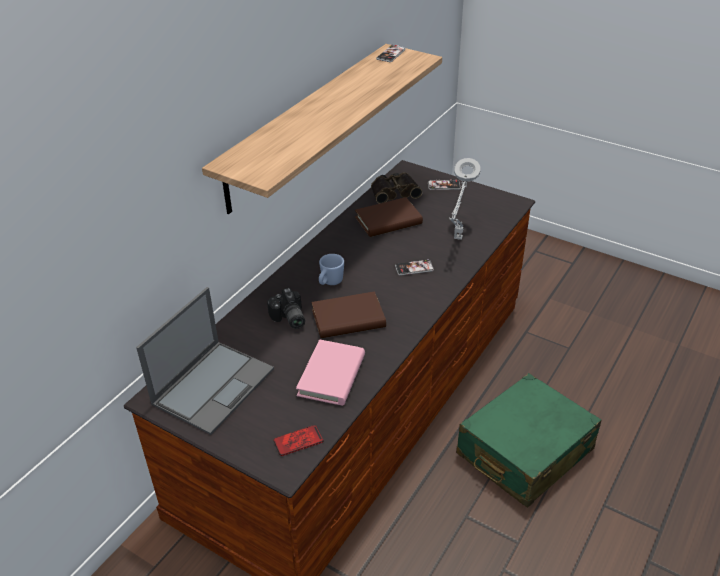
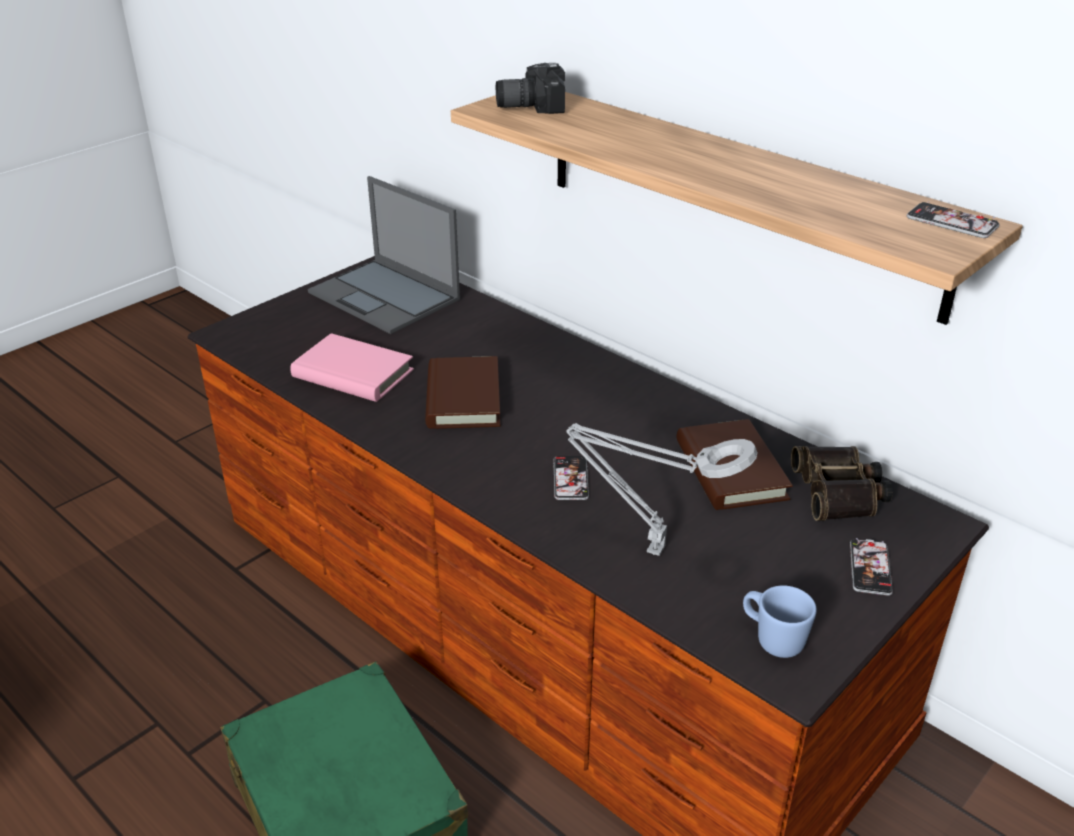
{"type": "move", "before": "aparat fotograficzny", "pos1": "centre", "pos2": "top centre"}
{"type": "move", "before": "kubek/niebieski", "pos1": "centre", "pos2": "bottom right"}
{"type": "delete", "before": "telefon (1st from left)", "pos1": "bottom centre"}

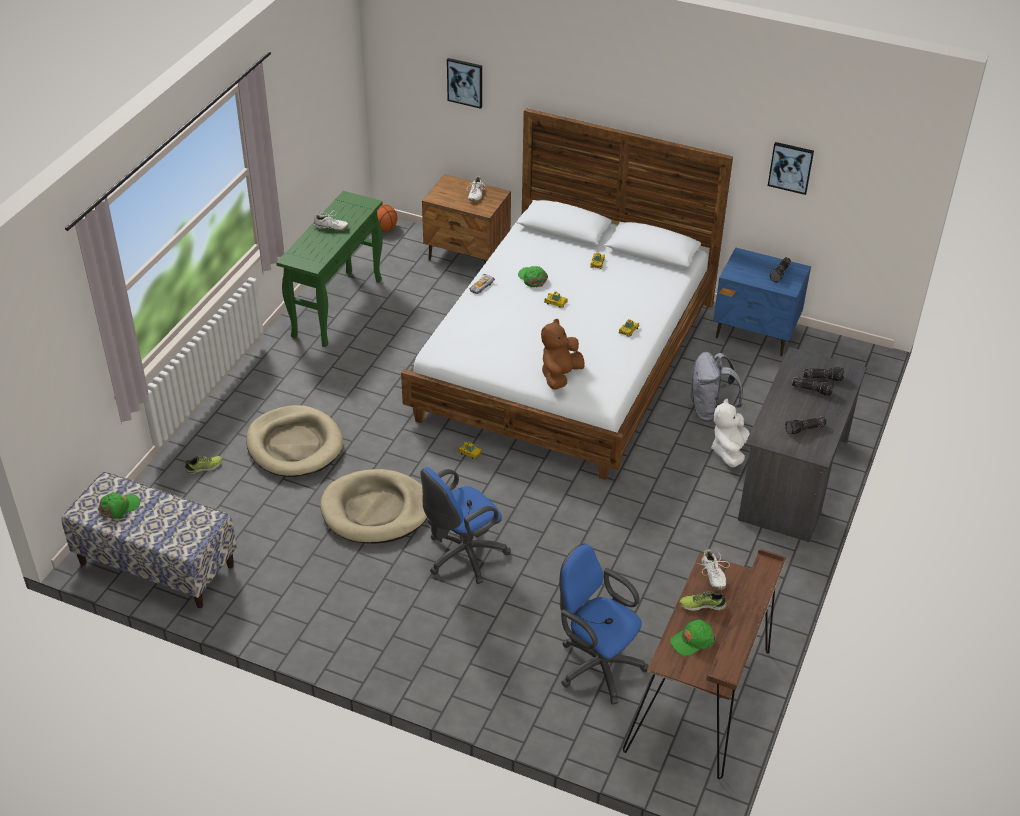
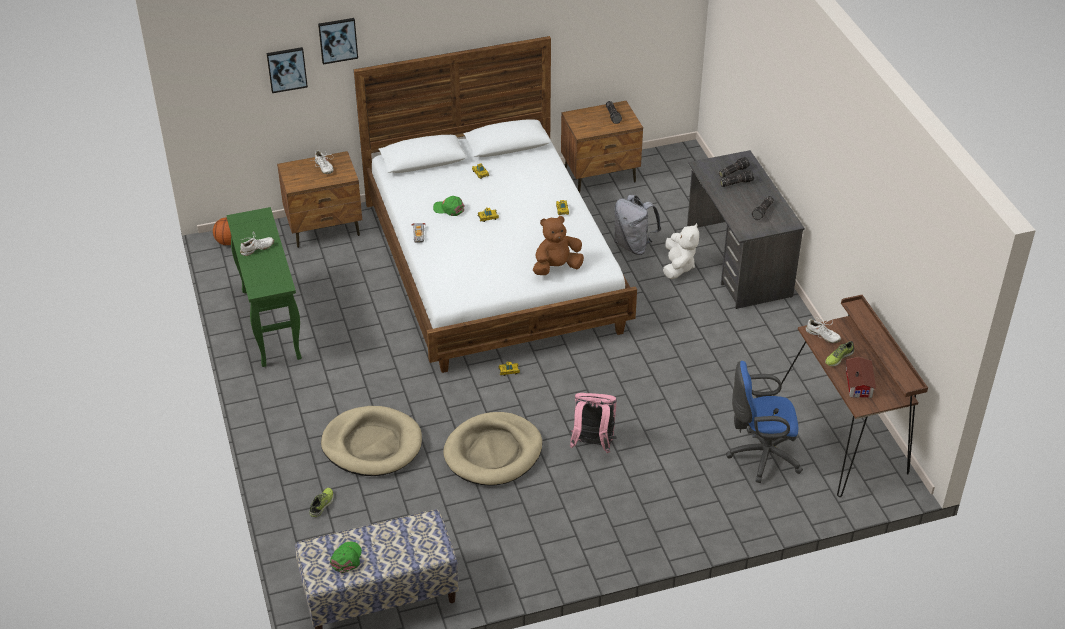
{"type": "move", "before": "obraz (2nd from left)", "pos1": "top right", "pos2": "top left"}
{"type": "rotate", "before": "pluszak/brązowy", "pos1": "centre", "pos2": "centre", "turn": 75}
{"type": "recolor", "before": "szafka nocna/niebieski", "after": "szafka nocna/brązowy (2nd from left)", "pos1": "middle right", "pos2": "top centre"}
{"type": "replace", "before": "krzesło biurowe/niebieski (1st from left)", "after": "plecak/różowy", "pos1": "centre", "pos2": "bottom centre"}
{"type": "rotate", "before": "pluszak/biały", "pos1": "middle right", "pos2": "centre", "turn": -150}
{"type": "replace", "before": "czapka z daszkiem/zielony (3rd from left)", "after": "domek", "pos1": "bottom right", "pos2": "middle right"}

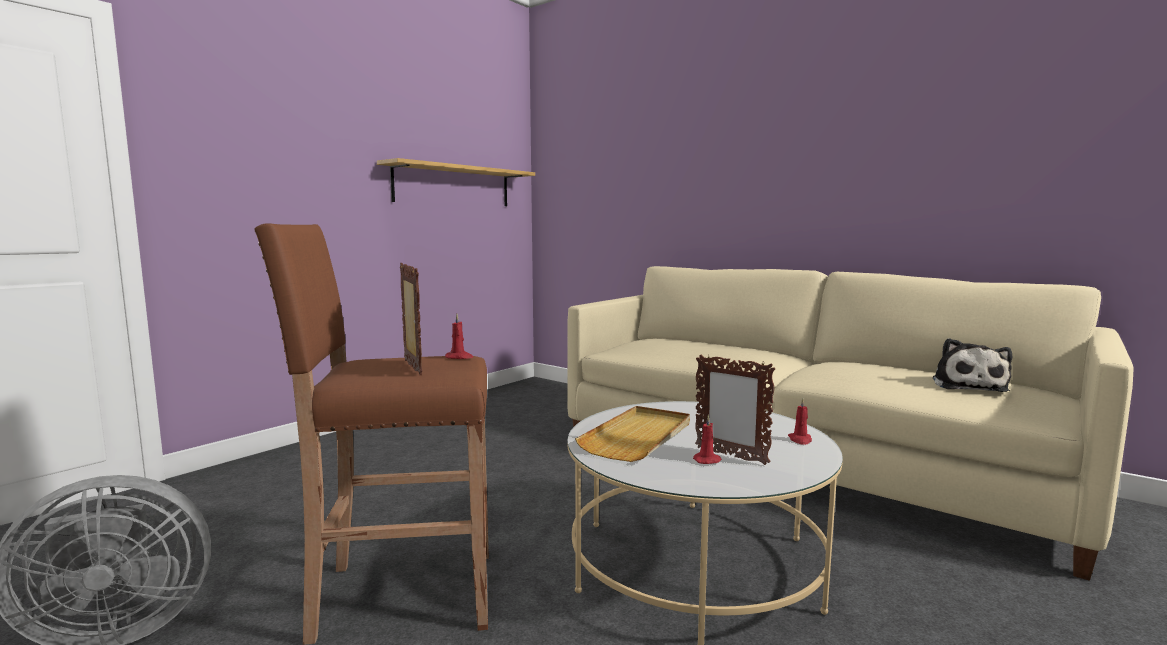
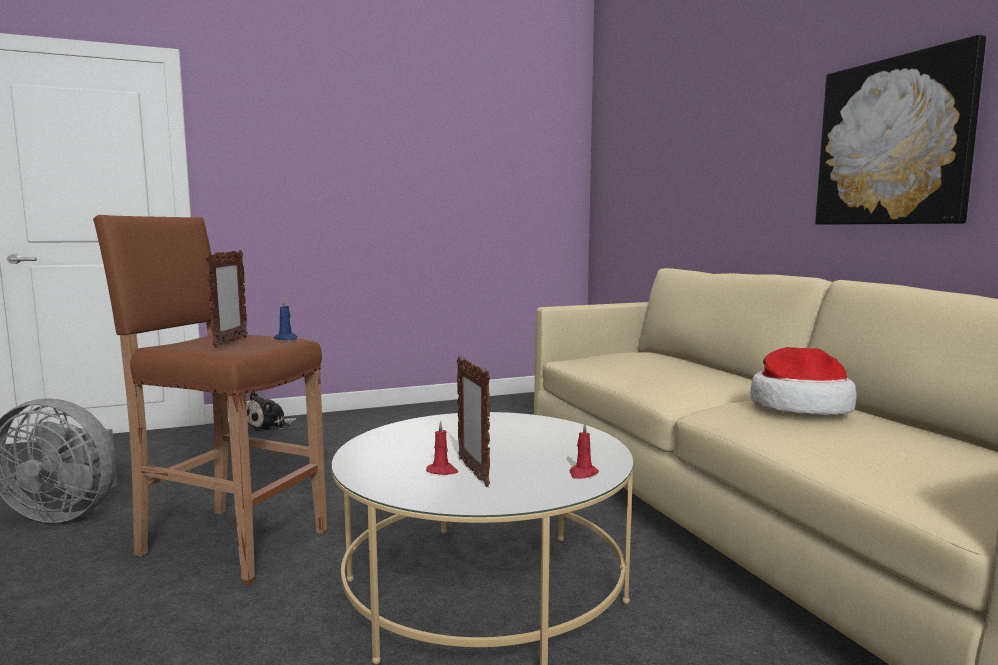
{"type": "move", "before": "pluszak", "pos1": "middle right", "pos2": "middle left"}
{"type": "recolor", "before": "świeca/czerwony (1st from left)", "after": "świeca/niebieski", "pos1": "centre", "pos2": "middle left"}
{"type": "insert", "after": "kapelusz", "pos2": "middle right"}
{"type": "insert", "after": "obraz", "pos2": "top right"}
{"type": "delete", "before": "półka", "pos1": "top centre"}
{"type": "delete", "before": "taca/beżowy", "pos1": "bottom centre"}

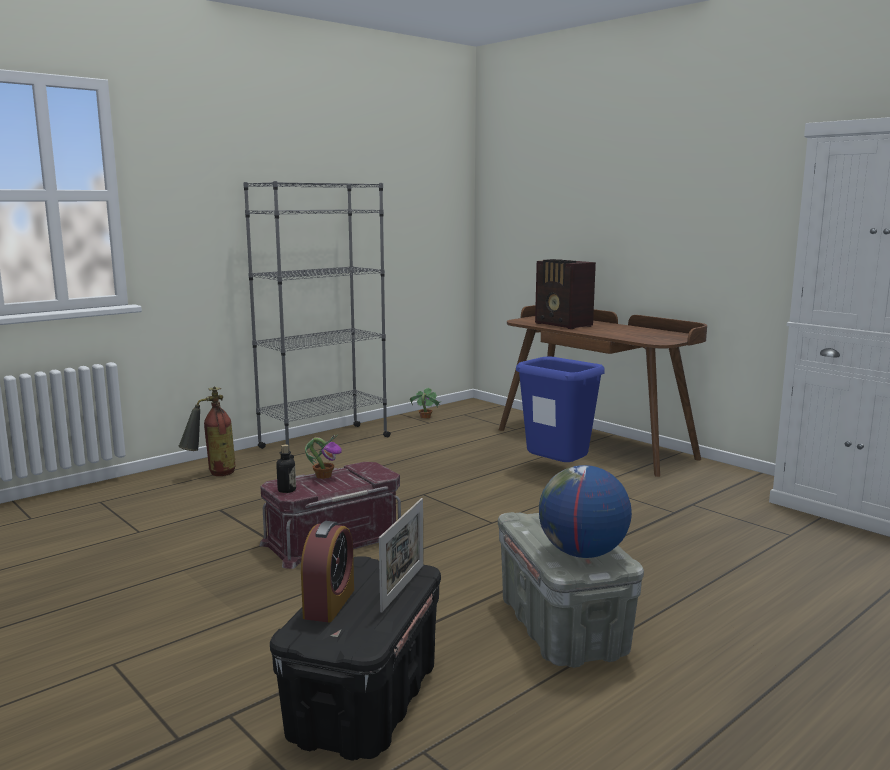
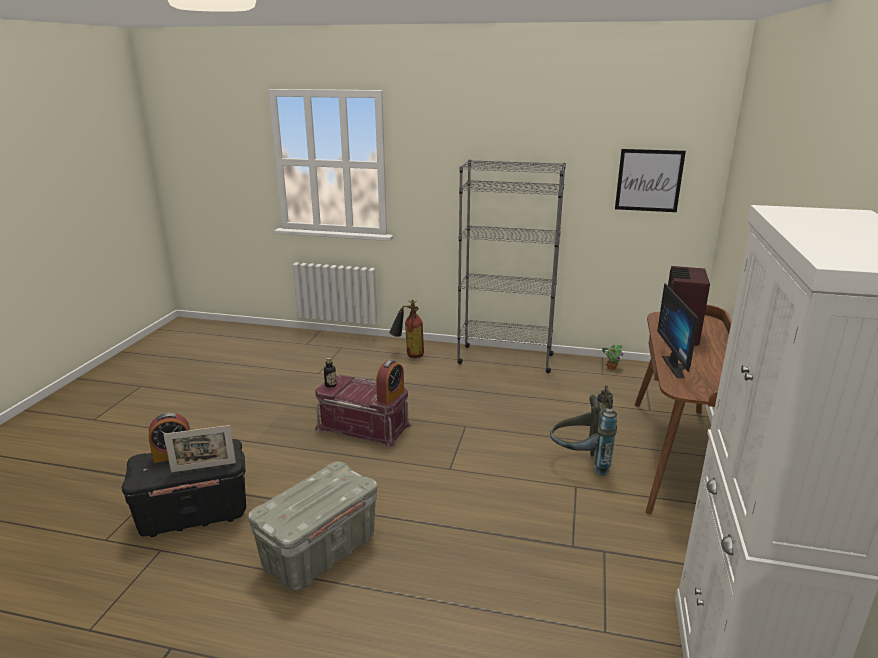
{"type": "insert", "after": "budzik (2nd from left)", "pos2": "centre"}
{"type": "replace", "before": "kosz na śmieci/niebieski", "after": "plecak/szary", "pos1": "centre", "pos2": "centre"}
{"type": "insert", "after": "obraz", "pos2": "top right"}
{"type": "insert", "after": "monitor", "pos2": "middle right"}
{"type": "delete", "before": "roślina doniczkowa (1st from left)", "pos1": "centre"}
{"type": "delete", "before": "globus", "pos1": "centre"}

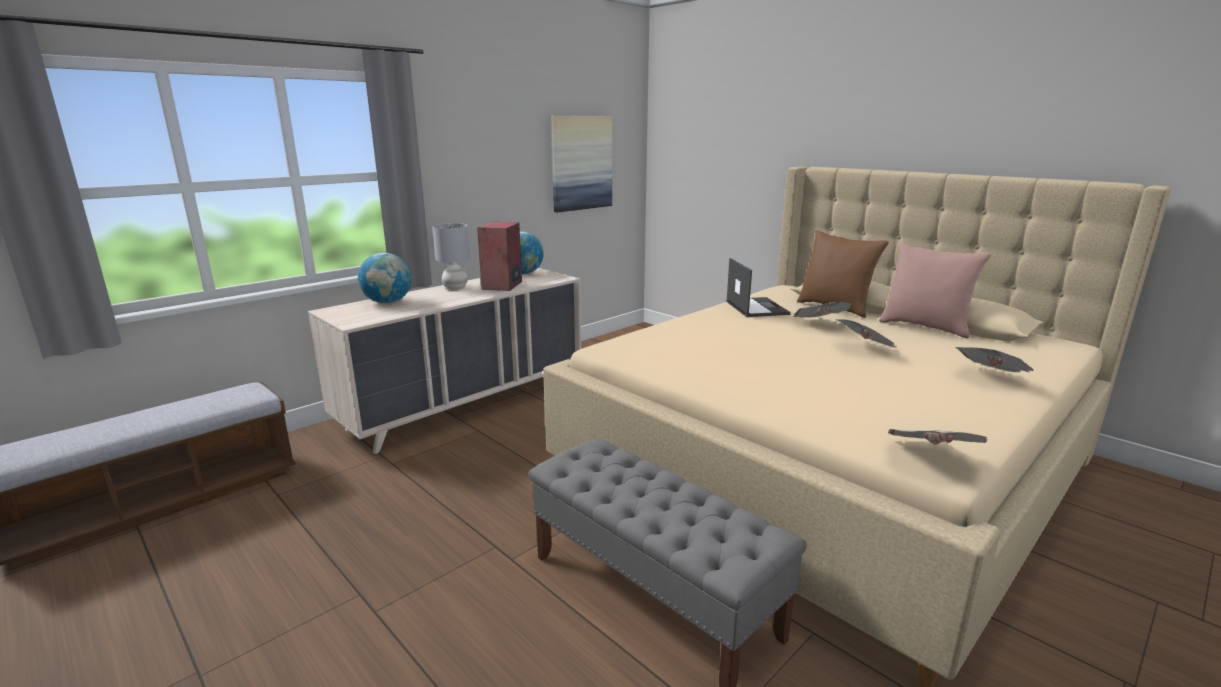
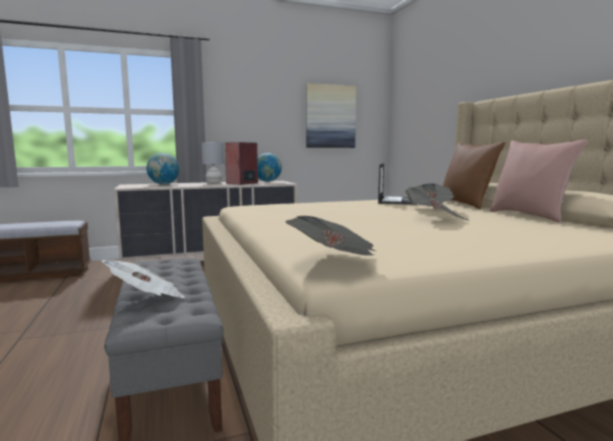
{"type": "move", "before": "gazeta (4th from left in the first image)", "after": "gazeta (1st from left)", "pos1": "middle right", "pos2": "middle left"}

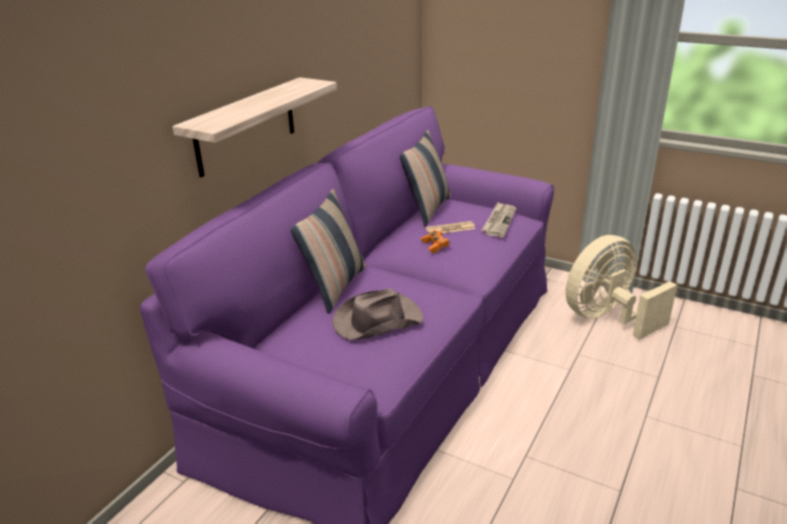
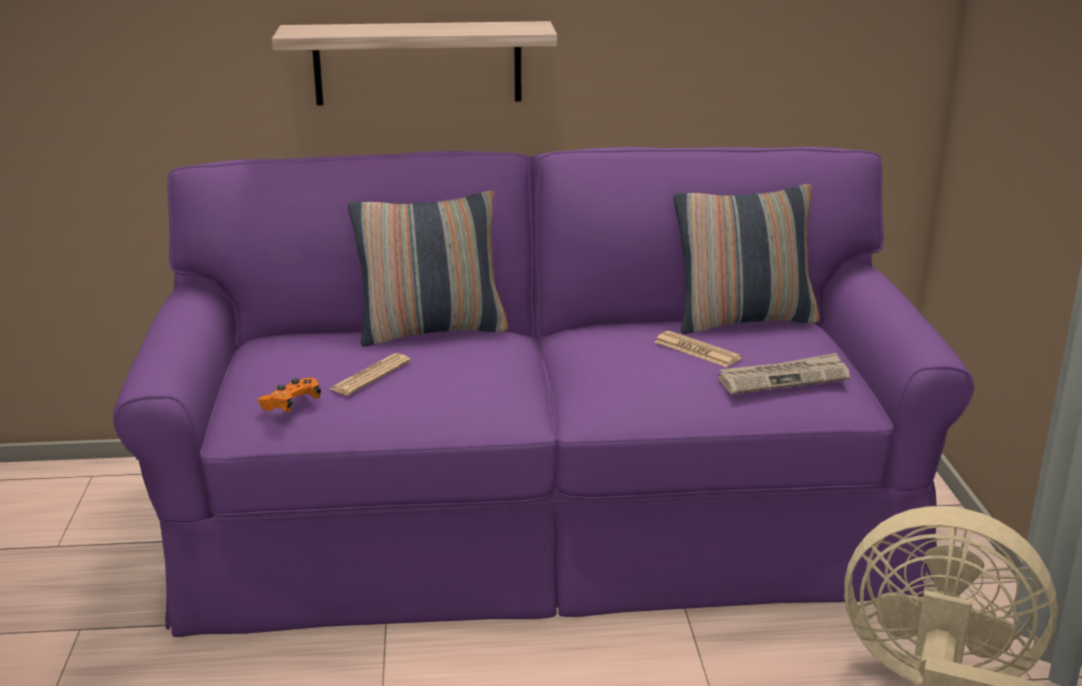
{"type": "move", "before": "pad do gier/pomarańczowy", "pos1": "centre", "pos2": "middle left"}
{"type": "replace", "before": "kapelusz/brązowy", "after": "gazeta (1st from left)", "pos1": "centre", "pos2": "centre"}

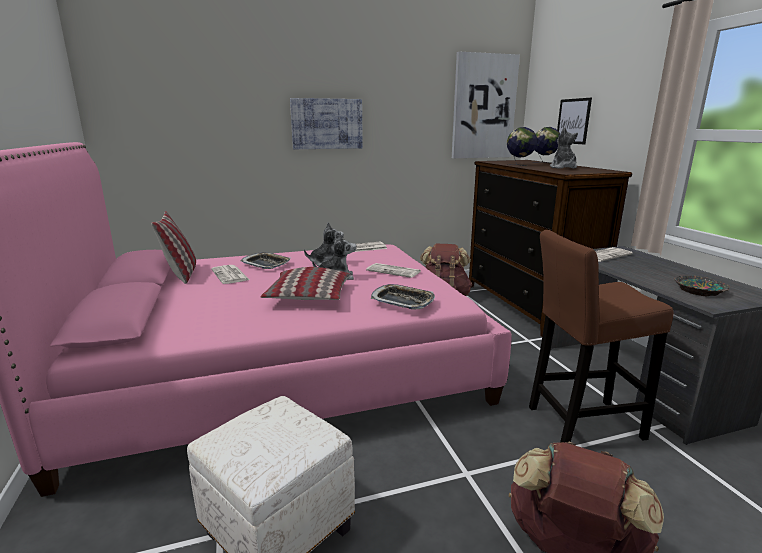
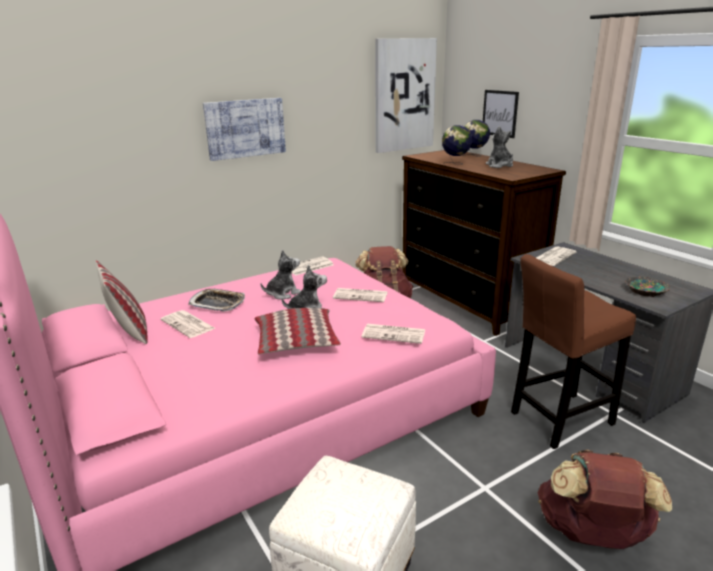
{"type": "replace", "before": "taca (2nd from left)", "after": "gazeta (4th from left)", "pos1": "centre", "pos2": "centre"}

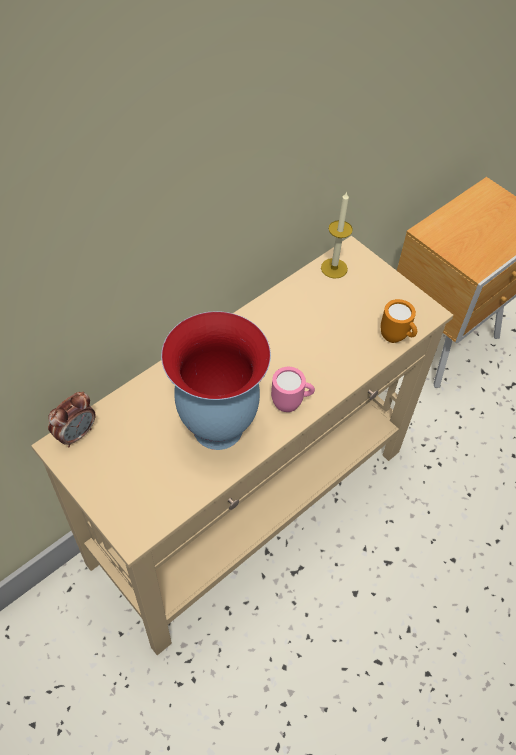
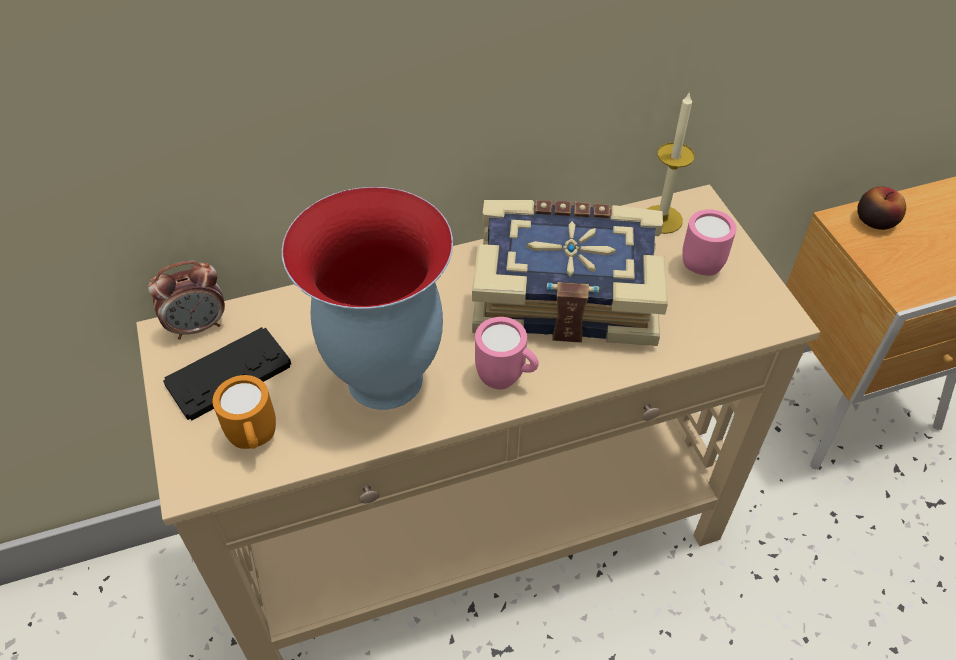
{"type": "insert", "after": "pad do gier/czarny", "pos2": "middle left"}
{"type": "move", "before": "kubek/pomarańczowy", "pos1": "middle right", "pos2": "middle left"}
{"type": "insert", "after": "książka", "pos2": "centre"}
{"type": "insert", "after": "kubek/różowy (2nd from left)", "pos2": "middle right"}
{"type": "insert", "after": "jabłko", "pos2": "top right"}

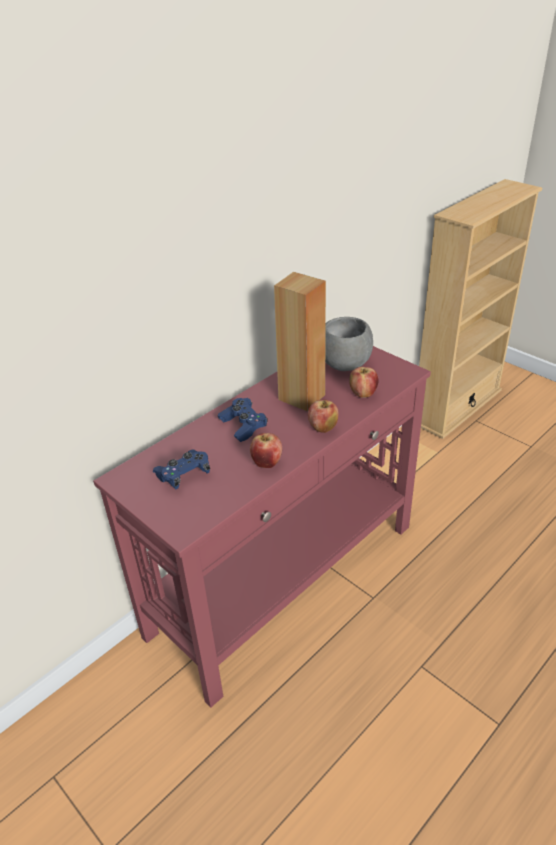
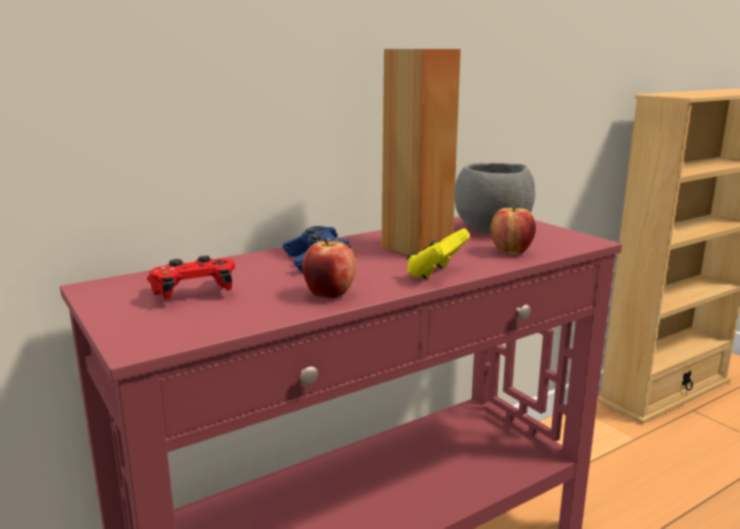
{"type": "recolor", "before": "pad do gier/niebieski (1st from left)", "after": "pad do gier/czerwony", "pos1": "middle left", "pos2": "middle left"}
{"type": "replace", "before": "jabłko (2nd from left)", "after": "pad do gier/żółty", "pos1": "centre", "pos2": "centre"}

